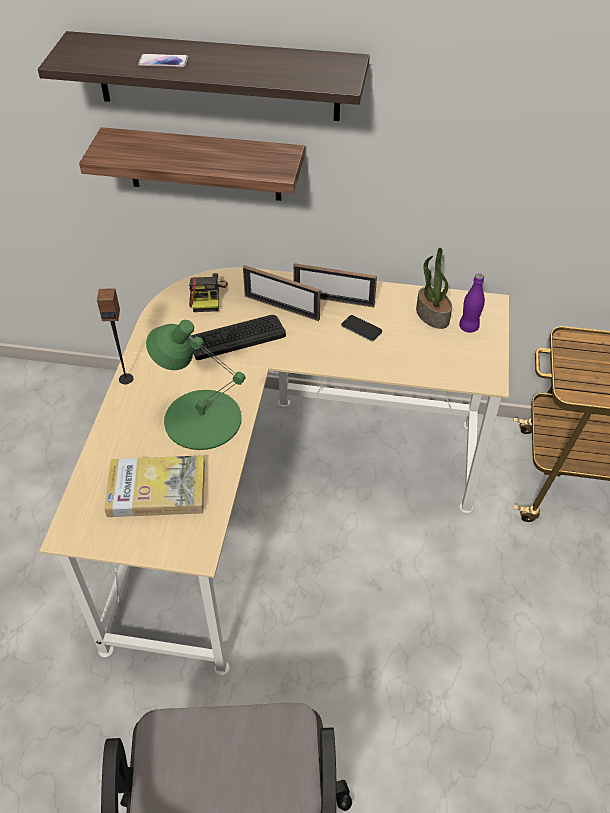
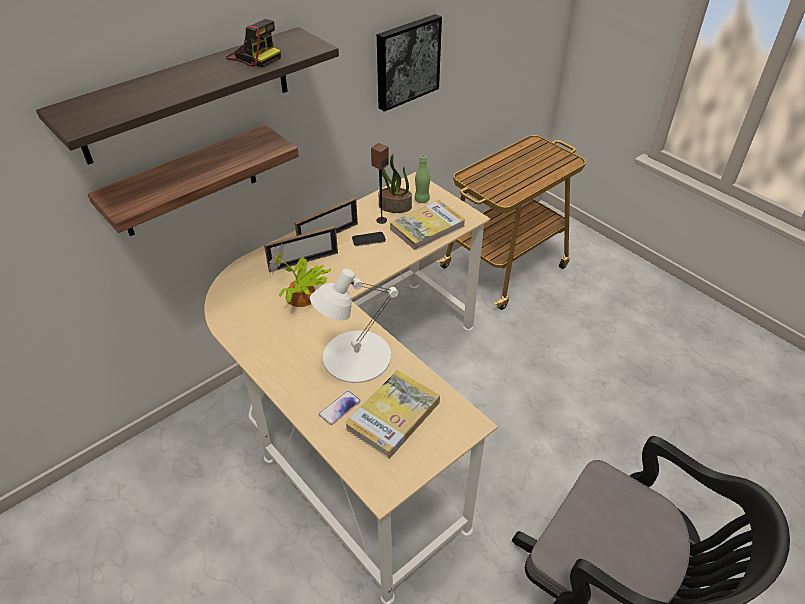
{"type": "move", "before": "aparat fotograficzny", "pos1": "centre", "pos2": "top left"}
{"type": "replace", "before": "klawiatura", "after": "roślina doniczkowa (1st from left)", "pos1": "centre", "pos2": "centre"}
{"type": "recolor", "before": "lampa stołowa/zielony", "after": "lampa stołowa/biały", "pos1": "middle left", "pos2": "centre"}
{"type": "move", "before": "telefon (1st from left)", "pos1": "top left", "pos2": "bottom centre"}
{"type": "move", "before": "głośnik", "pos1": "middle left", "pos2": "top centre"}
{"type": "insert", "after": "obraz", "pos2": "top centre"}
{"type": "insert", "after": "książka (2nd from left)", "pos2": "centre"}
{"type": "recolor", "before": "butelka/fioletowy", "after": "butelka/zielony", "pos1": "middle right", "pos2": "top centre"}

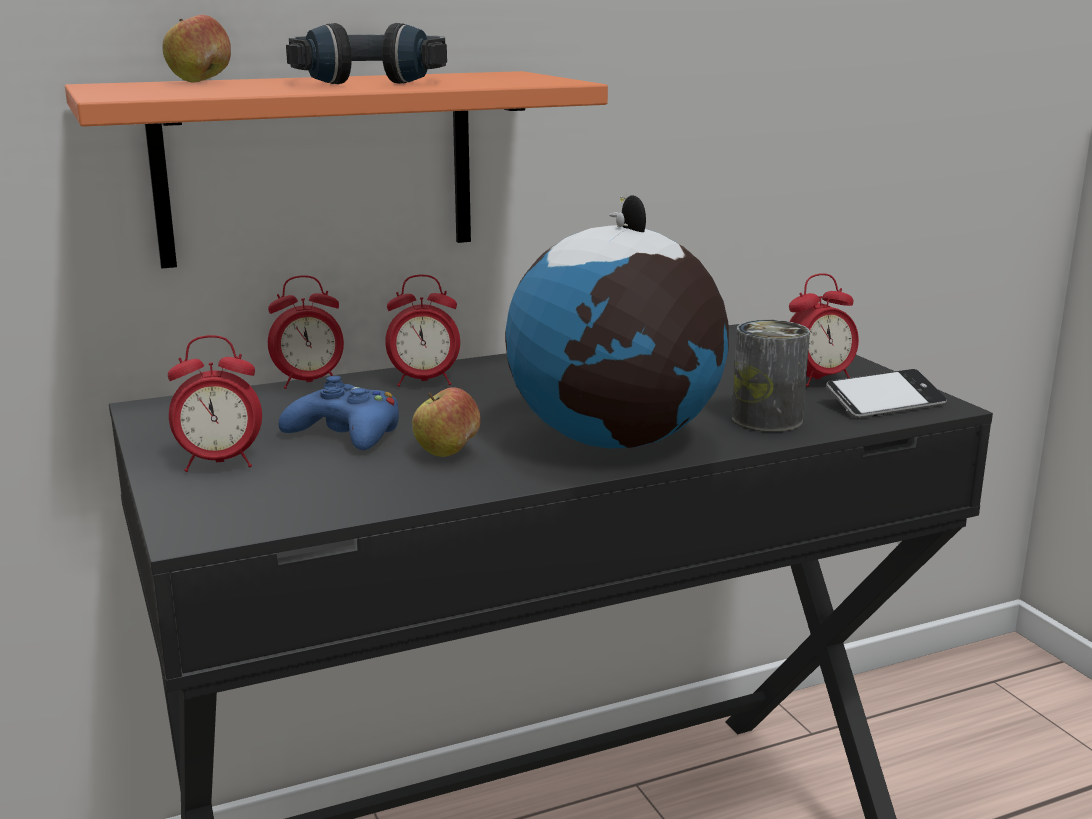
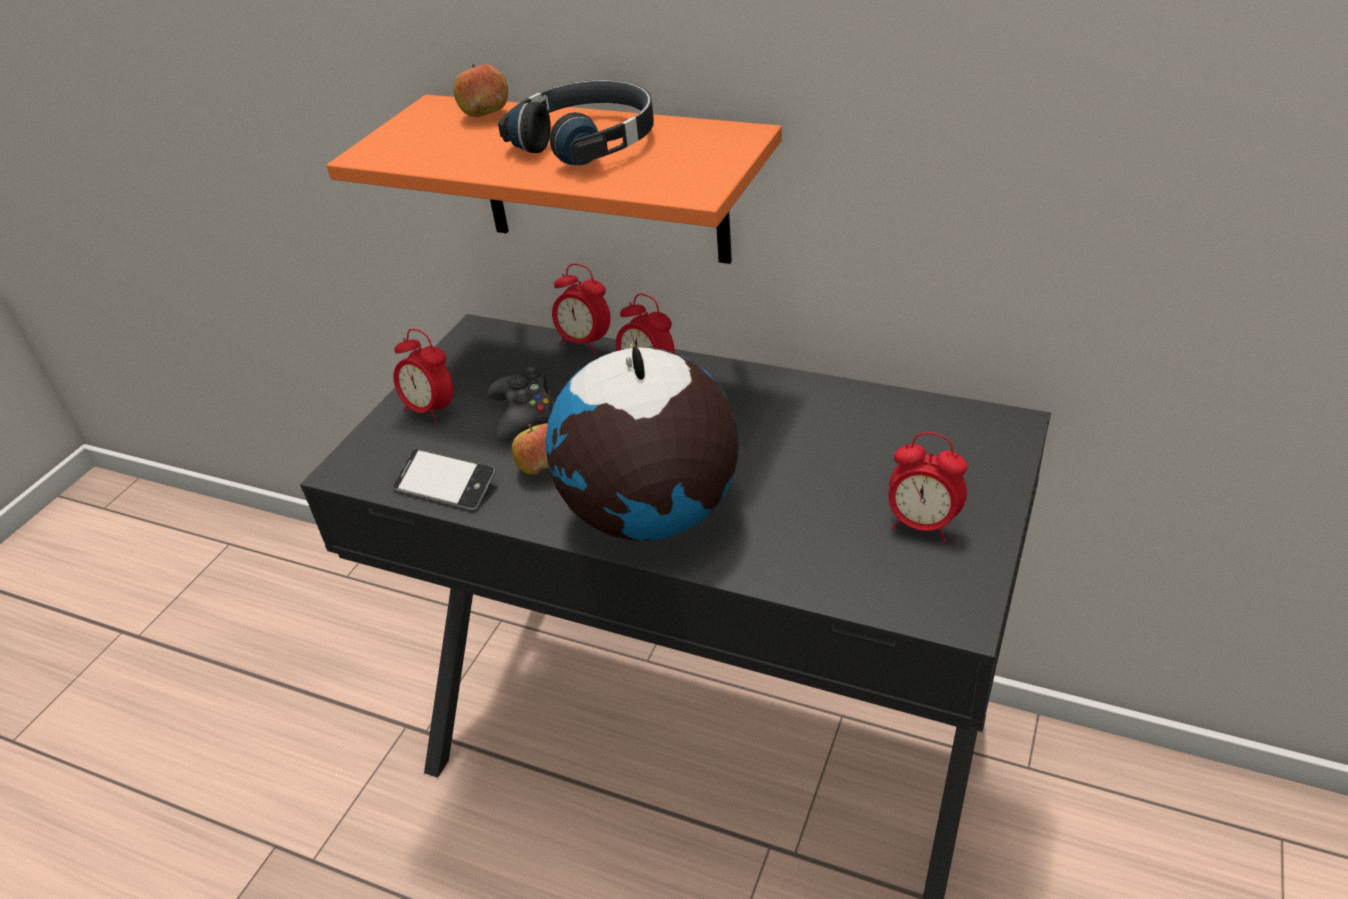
{"type": "move", "before": "telefon", "pos1": "middle right", "pos2": "middle left"}
{"type": "recolor", "before": "pad do gier/niebieski", "after": "pad do gier/czarny", "pos1": "middle left", "pos2": "centre"}
{"type": "delete", "before": "puszka", "pos1": "middle right"}

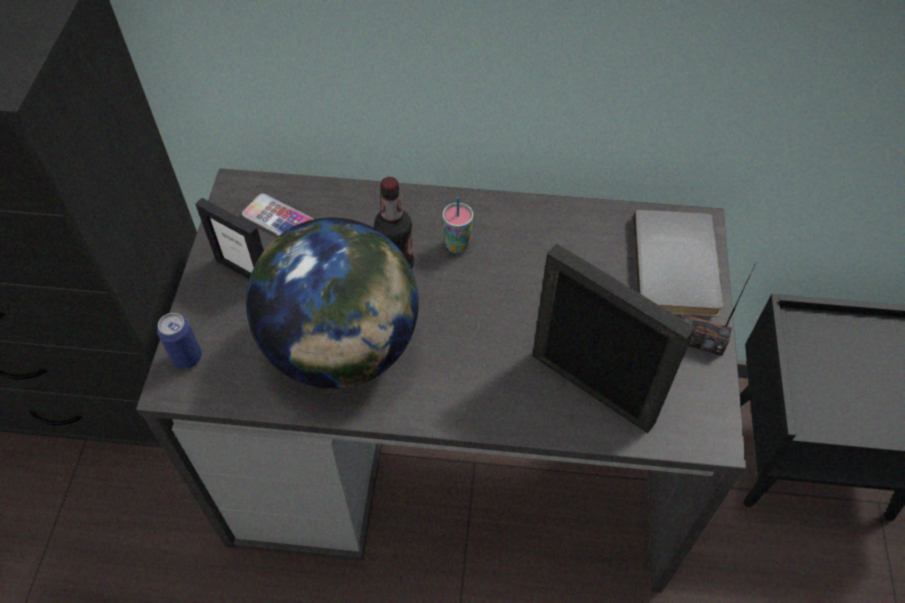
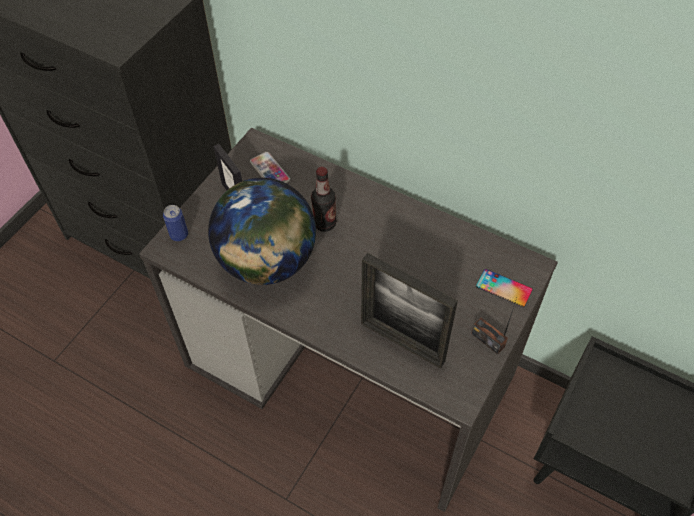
{"type": "rotate", "before": "ramka na zdjęcie (2nd from left)", "pos1": "middle right", "pos2": "centre", "turn": 150}
{"type": "replace", "before": "książka/szary", "after": "telefon (2nd from left)", "pos1": "middle right", "pos2": "middle right"}
{"type": "delete", "before": "filiżanka", "pos1": "centre"}

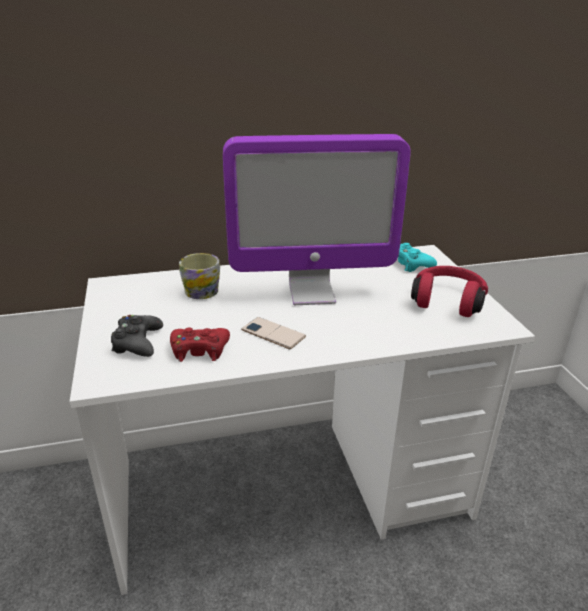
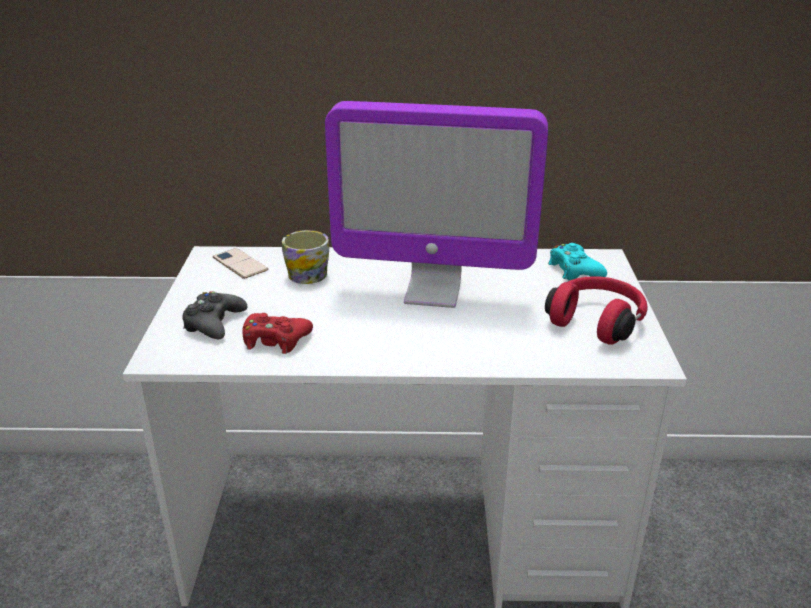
{"type": "move", "before": "telefon", "pos1": "centre", "pos2": "middle left"}

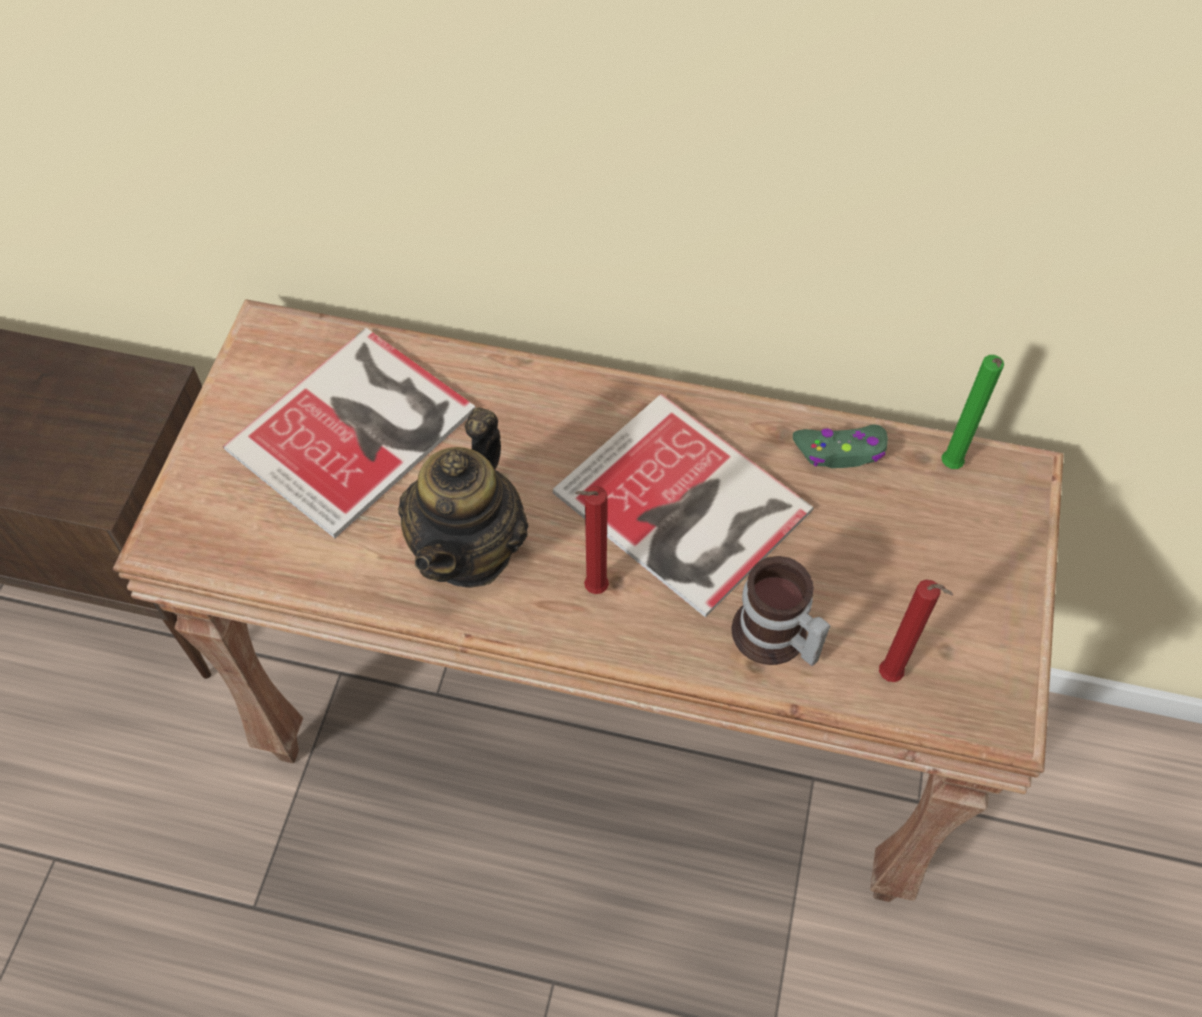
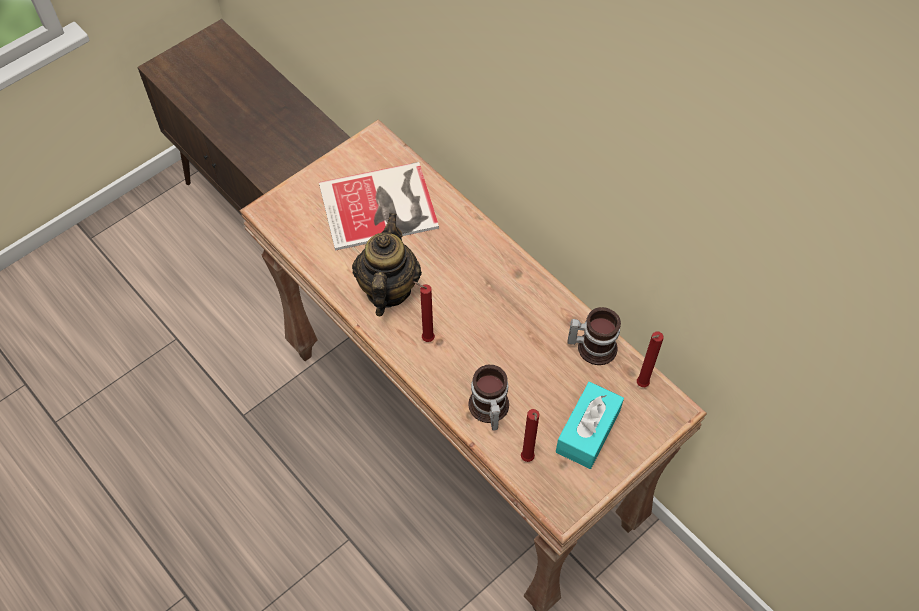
{"type": "rotate", "before": "imbryk", "pos1": "centre", "pos2": "centre", "turn": 135}
{"type": "insert", "after": "pudełko chusteczek/turkusowy", "pos2": "bottom centre"}
{"type": "replace", "before": "pad do gier/zielony", "after": "kubek (2nd from left)", "pos1": "middle right", "pos2": "centre"}
{"type": "recolor", "before": "świeca/zielony", "after": "świeca/czerwony (3rd from left)", "pos1": "middle right", "pos2": "middle right"}
{"type": "delete", "before": "książka (2nd from left)", "pos1": "centre"}

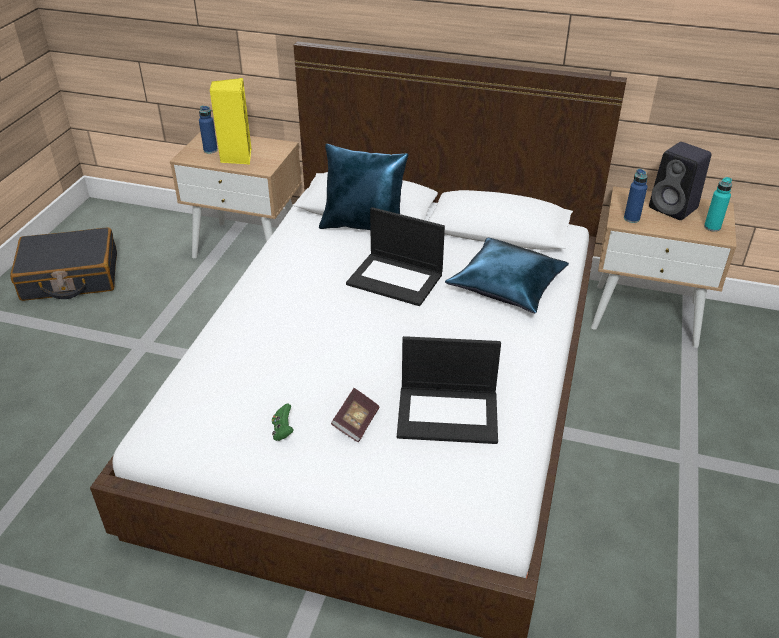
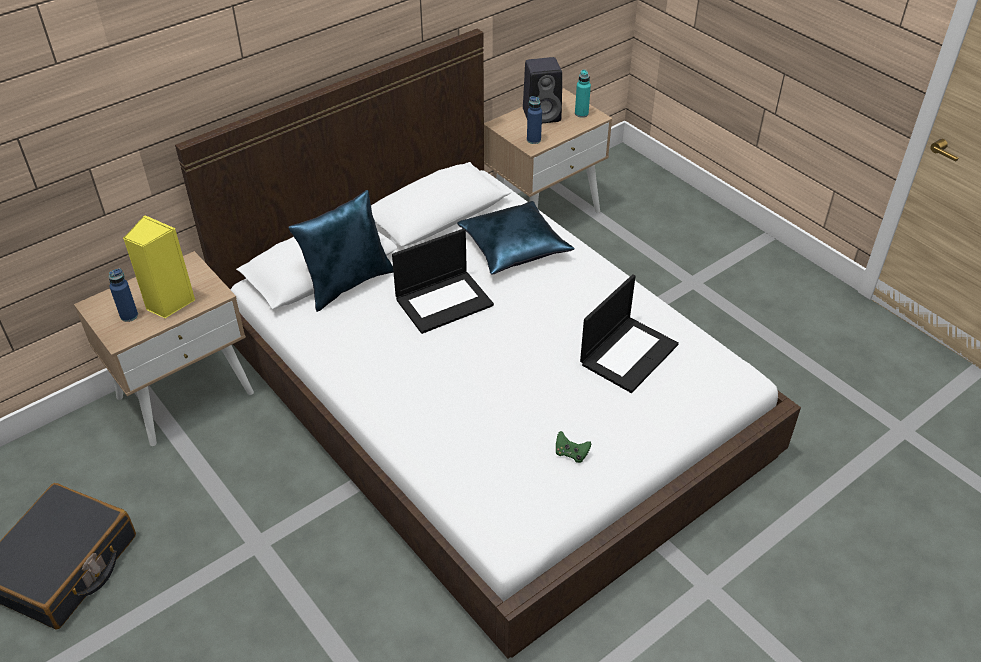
{"type": "delete", "before": "książka", "pos1": "centre"}

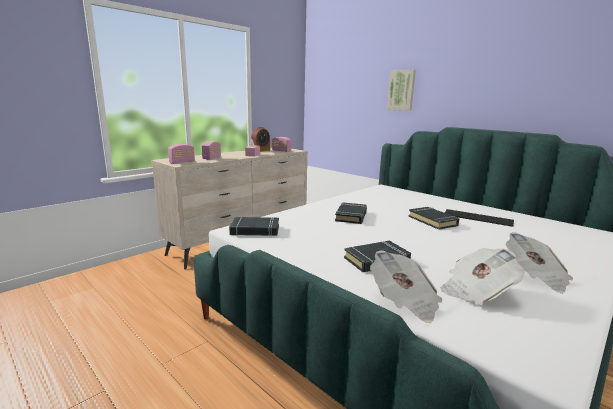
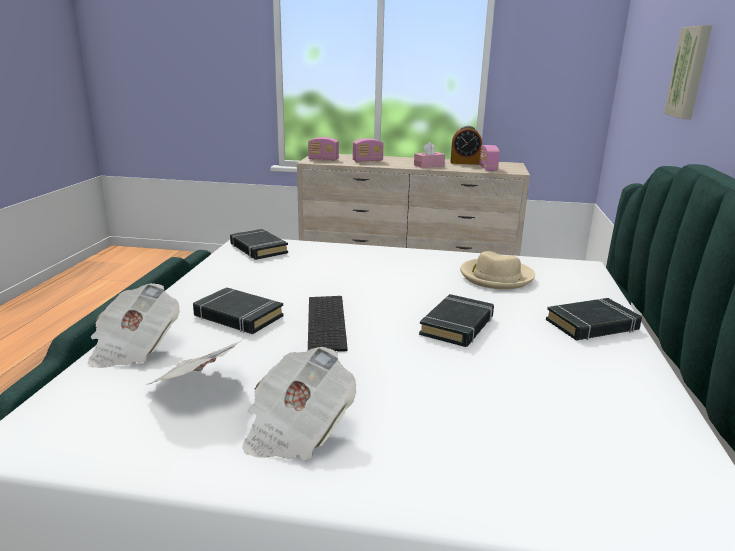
{"type": "move", "before": "klawiatura", "pos1": "middle right", "pos2": "centre"}
{"type": "insert", "after": "kapelusz/beżowy", "pos2": "middle right"}
{"type": "move", "before": "książka/czarny (2nd from left in the first image)", "after": "książka/czarny (4th from left)", "pos1": "centre", "pos2": "middle right"}

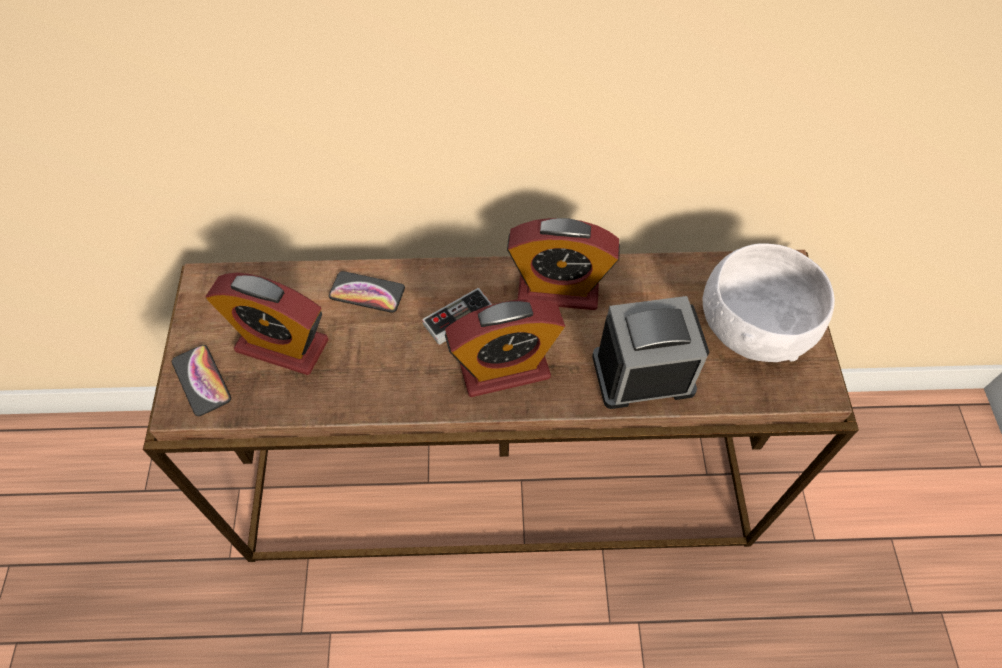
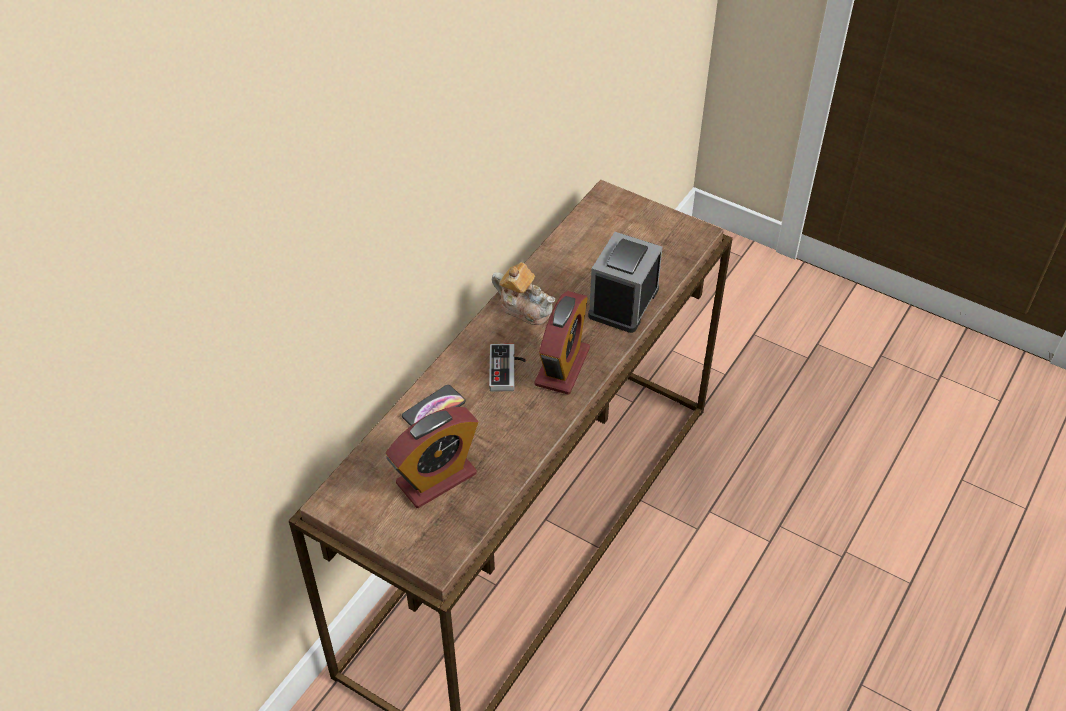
{"type": "replace", "before": "budzik (3rd from left)", "after": "imbryk", "pos1": "centre", "pos2": "centre"}
{"type": "delete", "before": "telefon (1st from left)", "pos1": "middle left"}
{"type": "delete", "before": "miska/biały", "pos1": "middle right"}

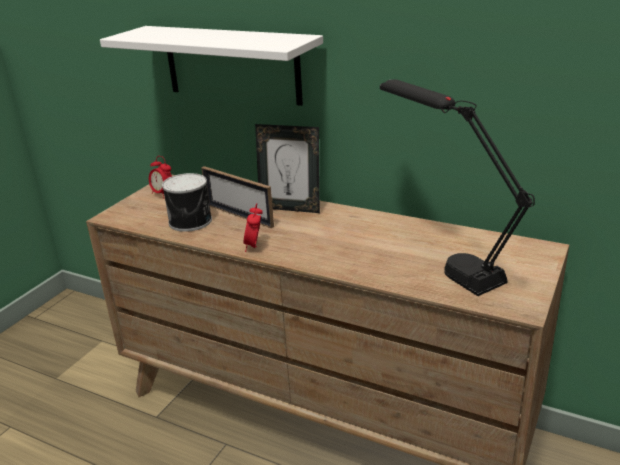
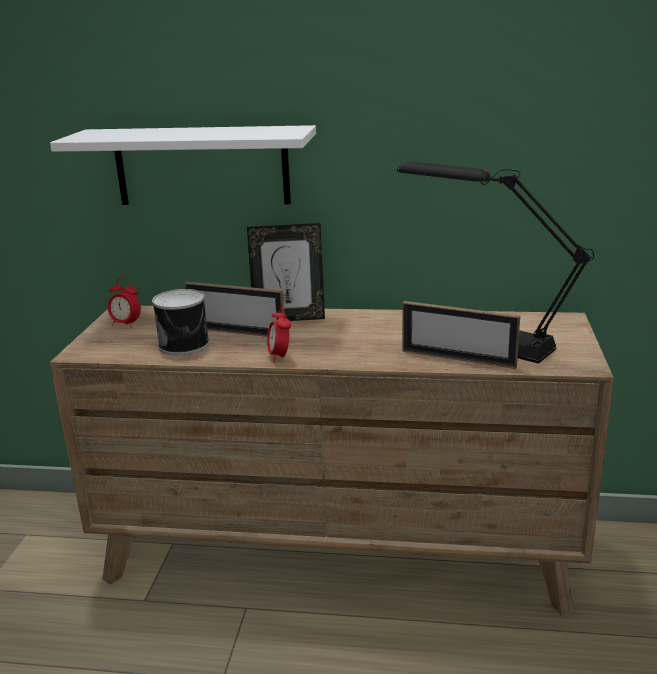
{"type": "insert", "after": "ramka na zdjęcie (3rd from left)", "pos2": "middle right"}

